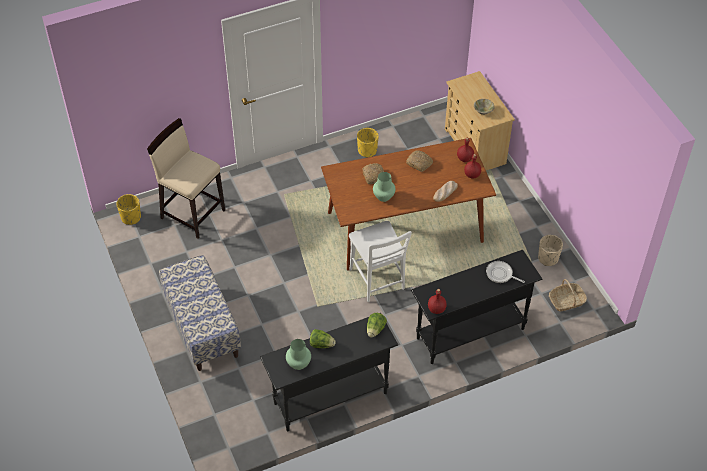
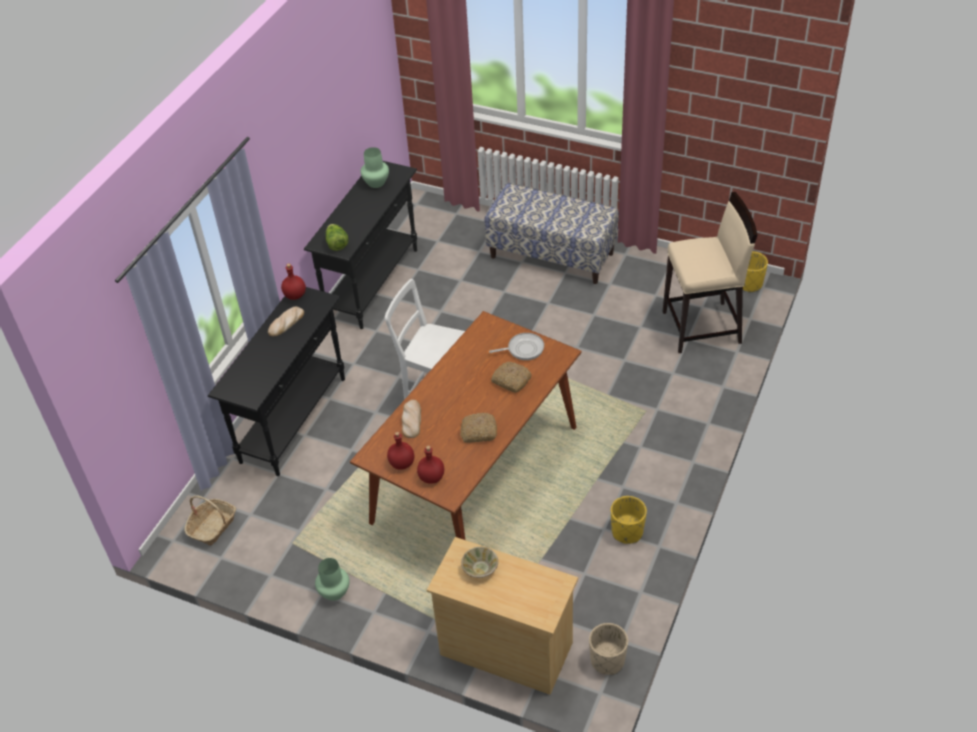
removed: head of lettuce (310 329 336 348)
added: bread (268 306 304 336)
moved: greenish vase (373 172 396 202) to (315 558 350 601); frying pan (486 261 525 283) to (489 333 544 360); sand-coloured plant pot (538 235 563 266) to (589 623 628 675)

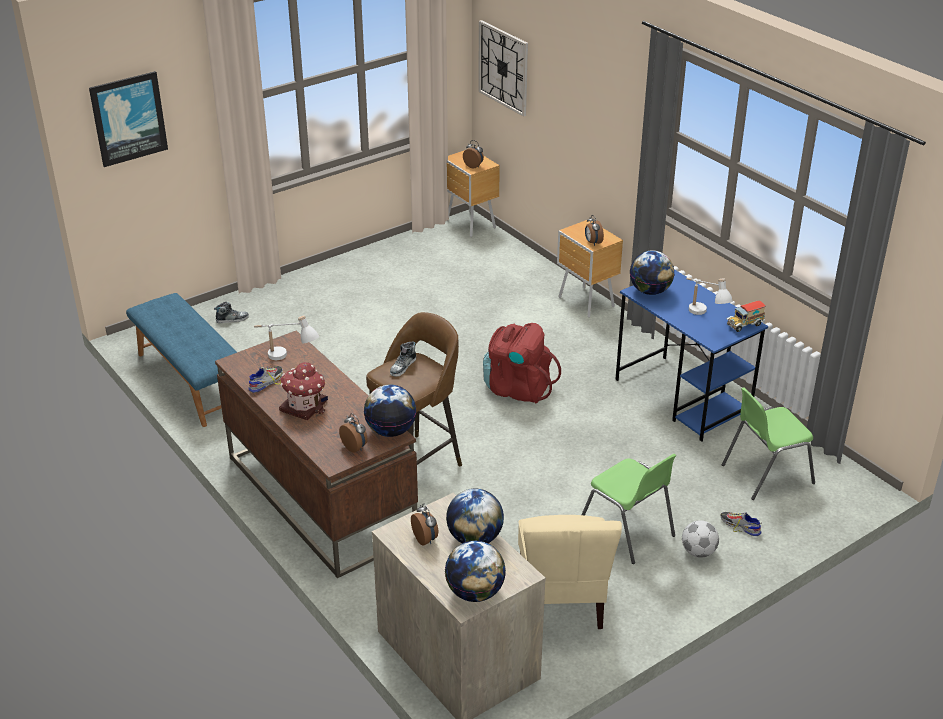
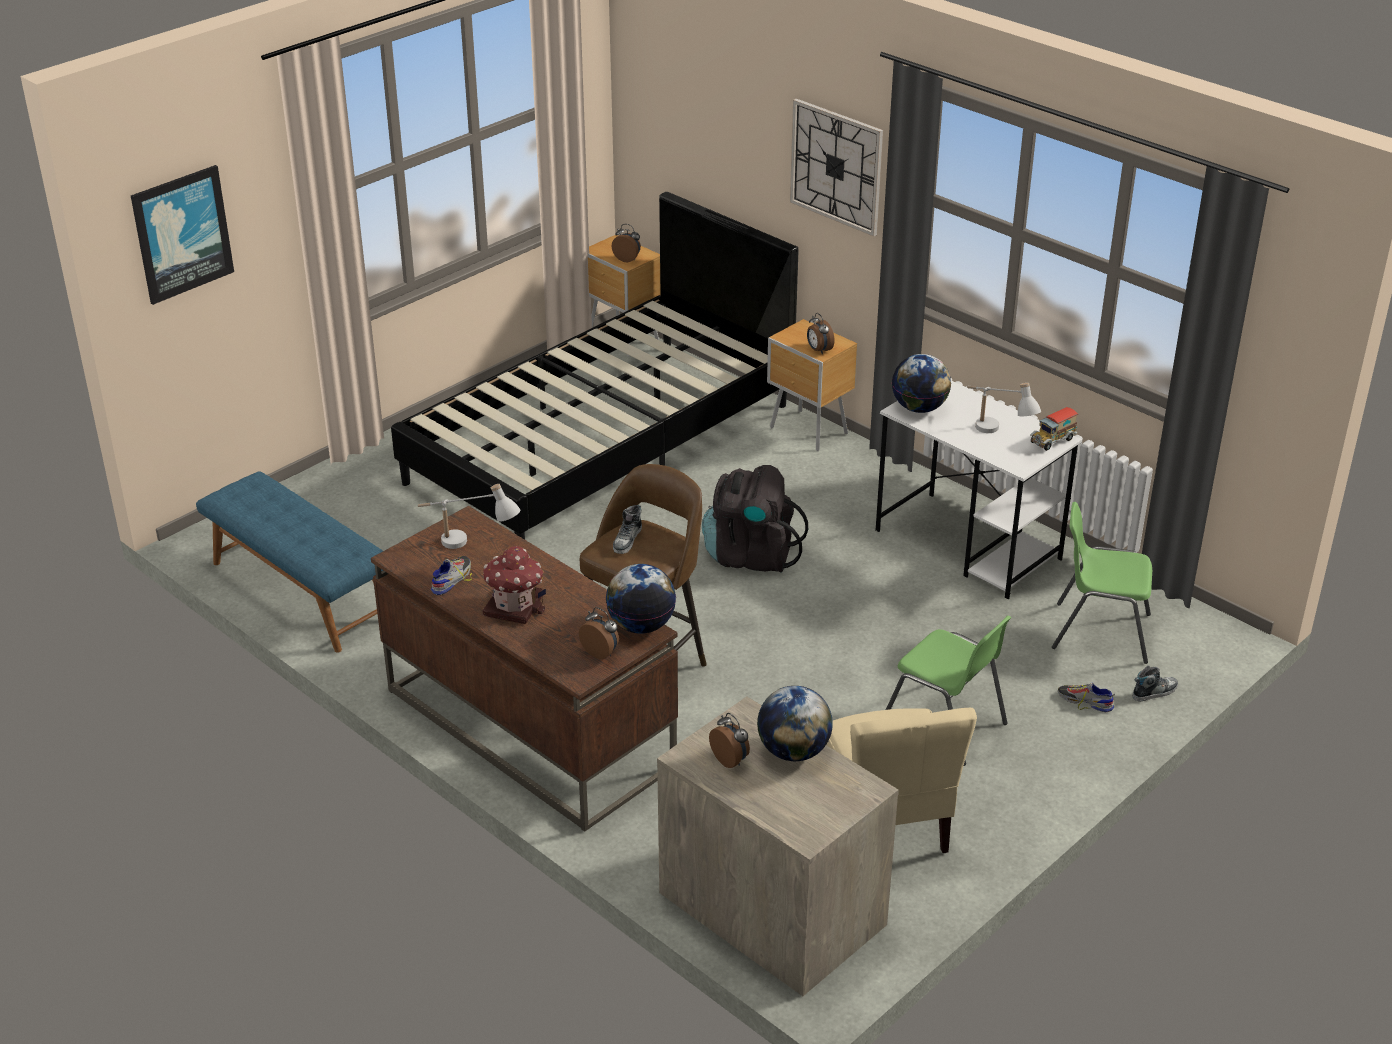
removed: world globe (445 540 506 602); ball for football (682 520 719 558)
added: black-coloured sleeping bed (391 192 799 540)
moved: low shoe (214 302 249 323) to (1133 666 1178 702); hanging clock (478 20 528 117) to (790 99 883 236)
recoloured: red-coloured rucksack (483 323 561 403) to black-coloured rucksack (702 465 808 572); blue desk unit (615 269 768 442) to whitish desk unit (876 381 1082 599)
turned: greenish chair (722 387 815 500) = (1052 502 1152 664) 45 degrees clockwise

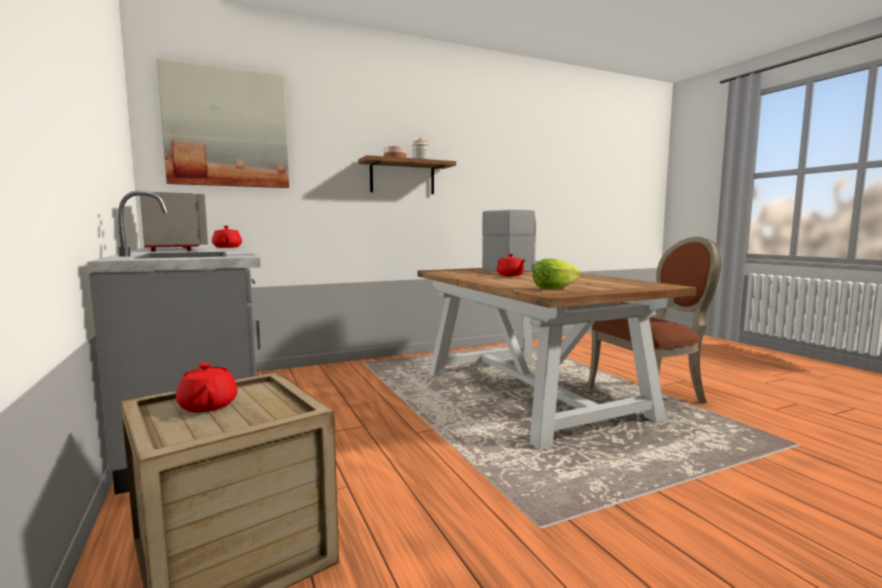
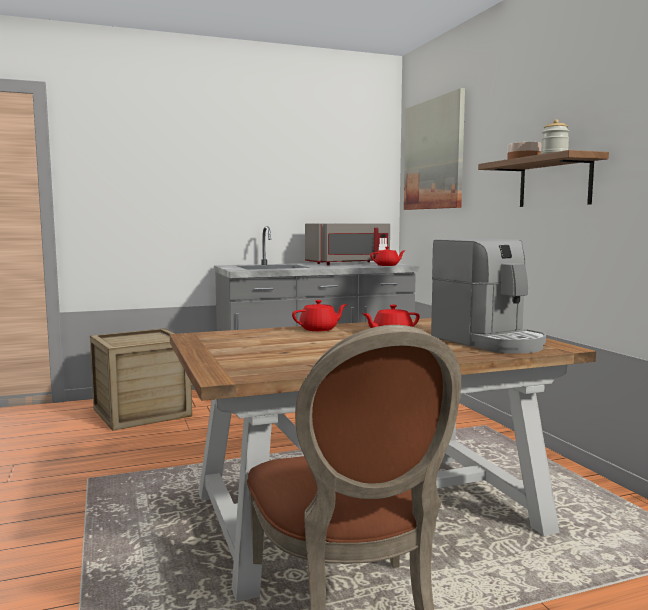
removed: head of lettuce (533 259 581 289)
moved: red-coloured tea pot (176 361 237 413) to (292 300 347 331)

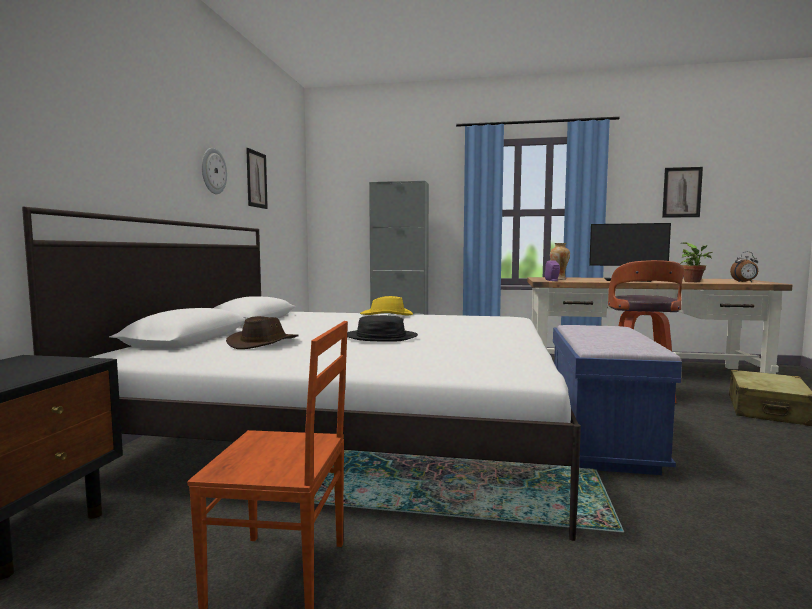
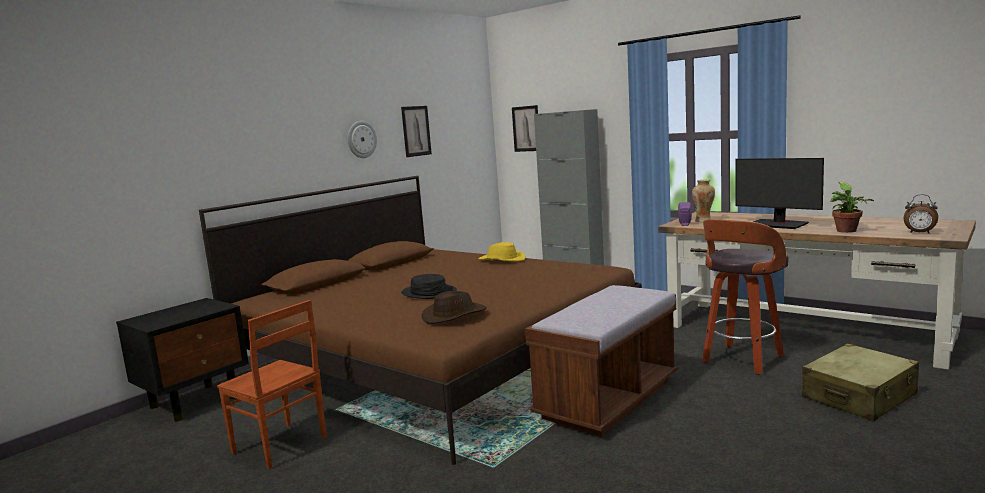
moved: brown clothing hat (226 316 299 349) to (422 291 487 324); picture (662 167 703 218) to (512 105 538 152)
recoloured: whitish sleeping bed (22 206 581 541) to brown sleeping bed (199 176 642 465); blue bench (553 325 682 475) to brown bench (525 285 678 437)

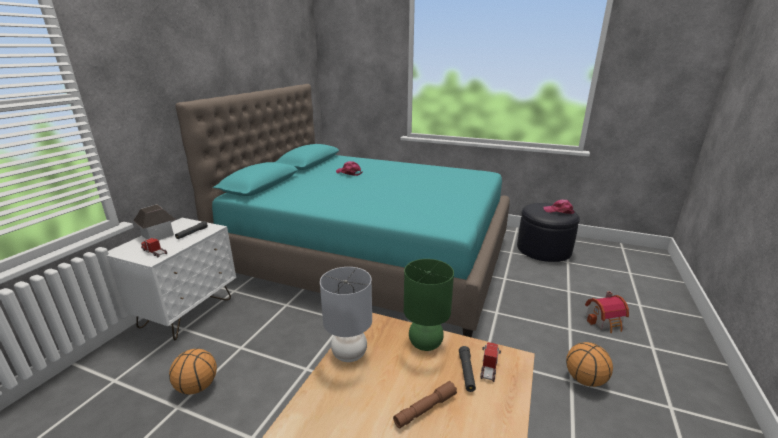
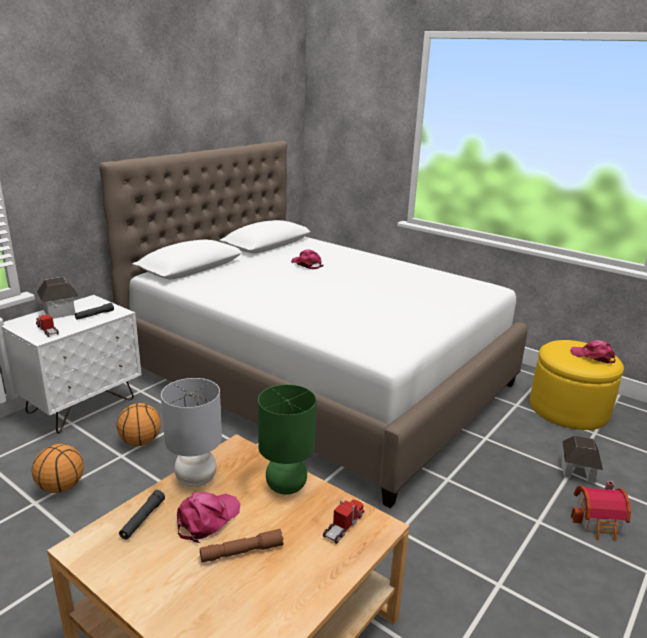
added: pink baseball cap (177 492 240 543); toy house (561 436 603 483)
moved: black-coloured hand torch (459 346 476 392) to (119 490 165 540); basketball (566 342 613 387) to (117 403 161 446)
recoloured: blue-green sleeping bed (175 84 510 337) to whitish sleeping bed (99 141 528 508); black-coloured pouffe (517 203 580 262) to yellowish pouffe (530 340 624 430)

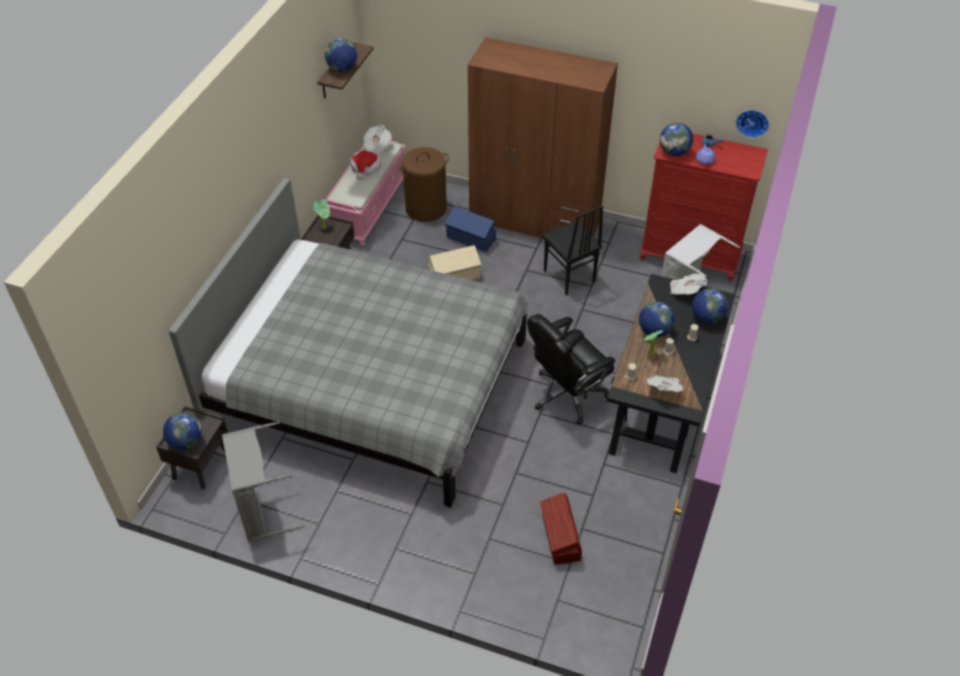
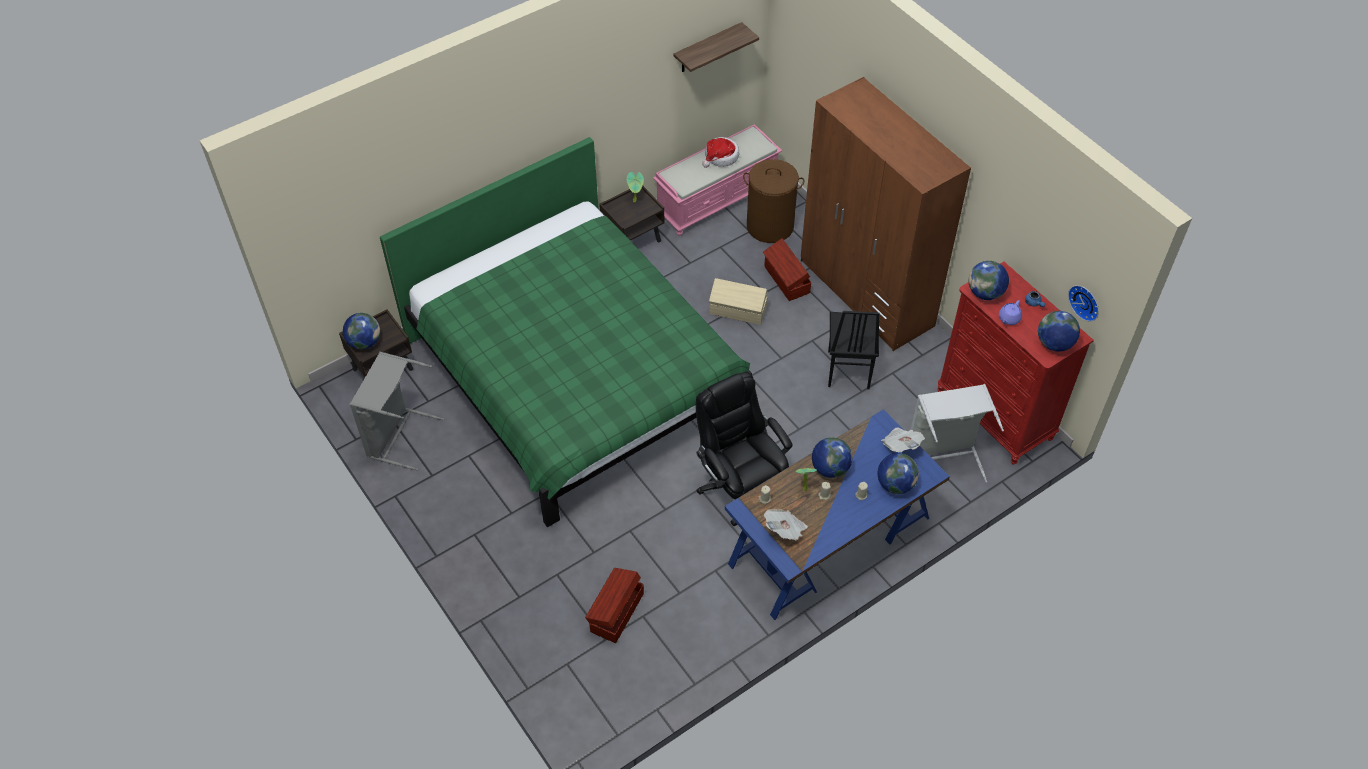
removed: printed paper (363 125 392 155)
moved: world globe (325 39 357 72) to (1038 311 1080 352)
recoloured: grey sleeping bed (169 178 528 507) to greenish sleeping bed (380 137 752 527); blue storage bin (445 206 496 252) to brown storage bin (763 238 811 301); black-coloured desk unit (607 274 735 473) to blue desk unit (725 409 950 620)
turned: black-coloured desk chair (528 314 615 425) = (696 372 793 526) 60 degrees clockwise

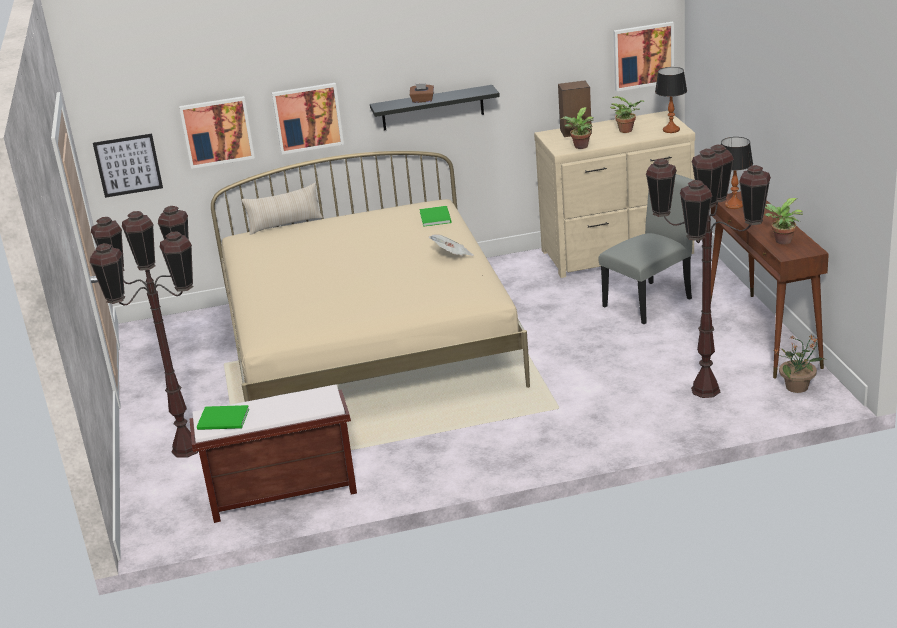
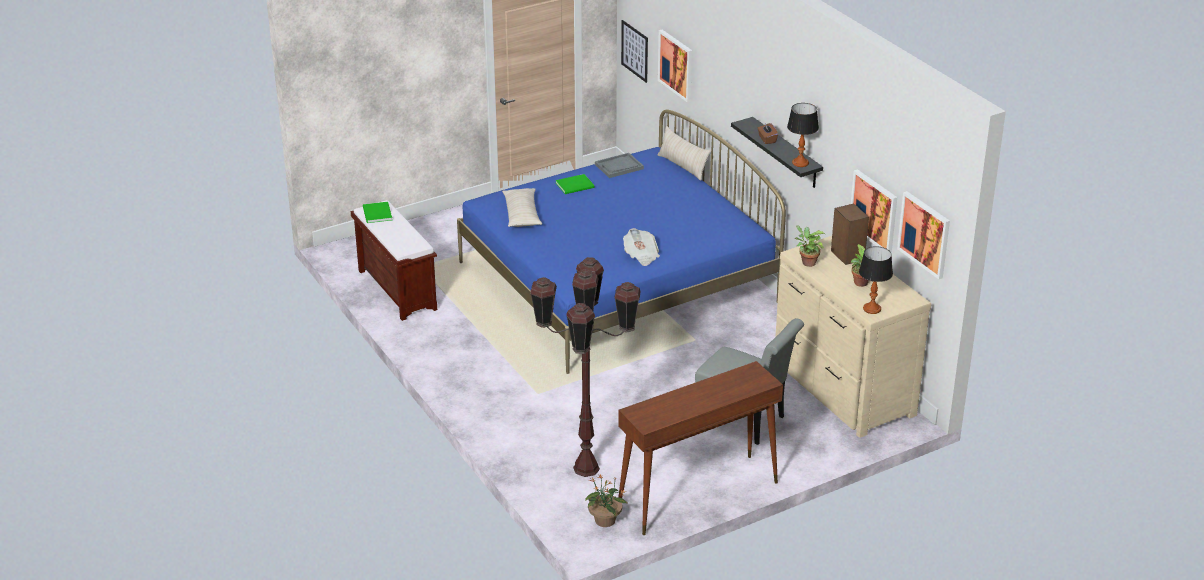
removed: brown standing lamp (90 206 199 458); potted plant (765 198 803 244)
added: sand-coloured pillow (502 188 542 227); grey tray (595 153 644 178)
moved: picture (272 83 344 154) to (851 169 897 253); greenish volume (419 206 451 227) to (556 174 594 194); lamp for a table (721 137 753 209) to (787 103 819 167)
recoloured: sand-coloured sleeping bed (211 151 530 402) to blue sleeping bed (457 110 786 374)

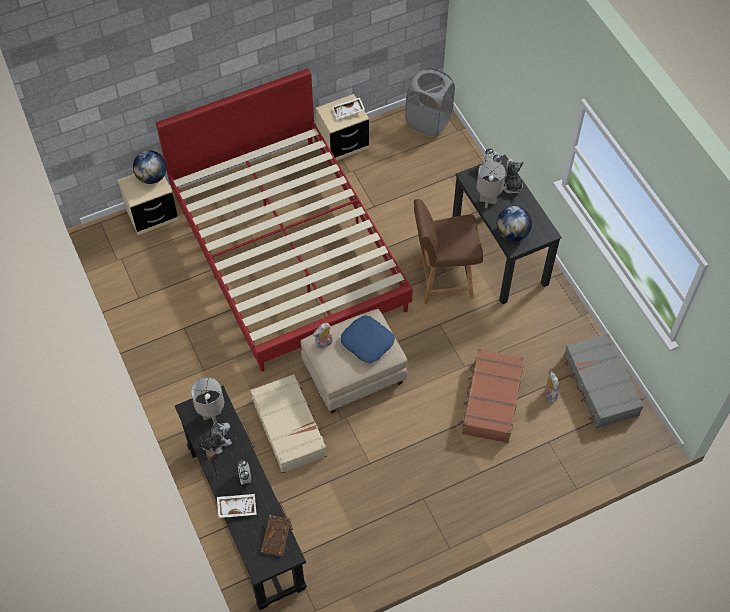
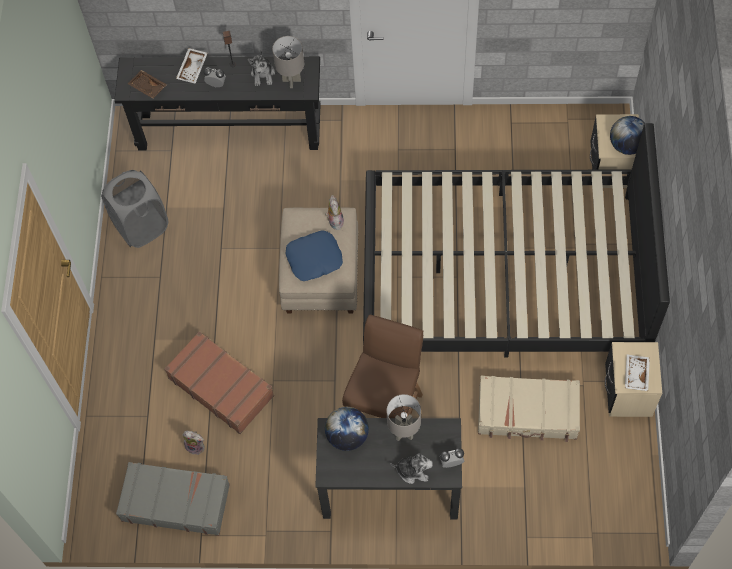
moved: sand-coloured suitcase (250 374 327 473) to (478 376 580 442); grey laundry basket (405 68 455 136) to (101 170 169 248)
recoloured: red-coloured sleeping bed (156 69 413 372) to black-coloured sleeping bed (363 123 670 357)

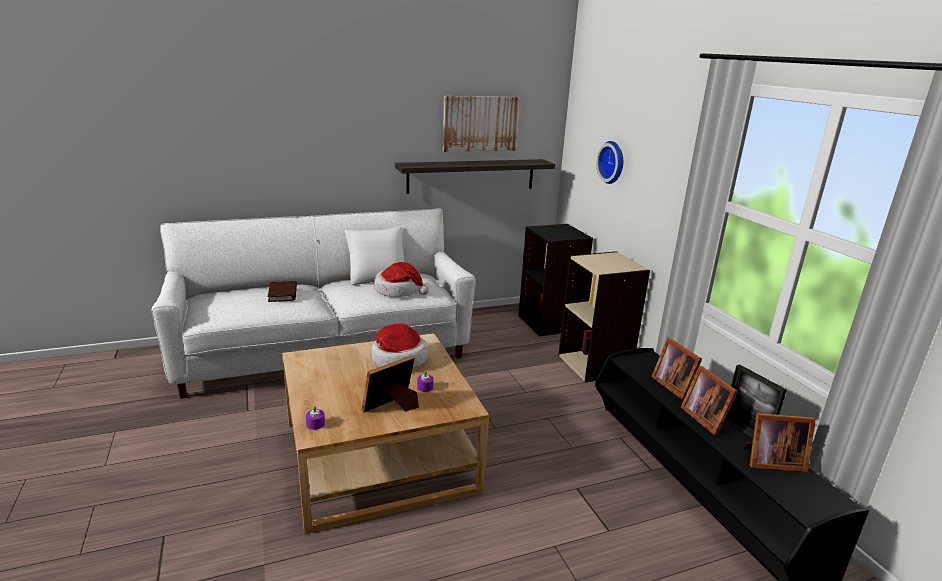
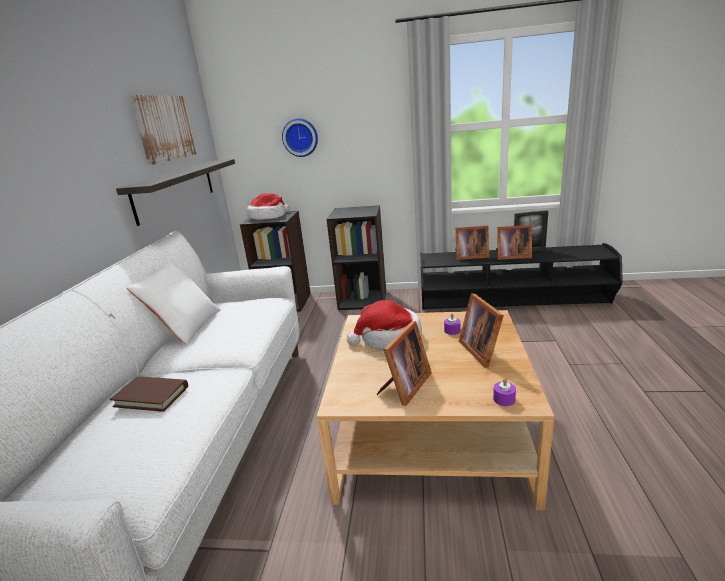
moved: clothing hat (374 262 429 297) to (247 193 289 219); picture frame (744 413 816 472) to (377 321 432 406)
recoloured: sand-coloured bookshelf (558 251 650 382) to black-coloured bookshelf (327 205 386 310)

